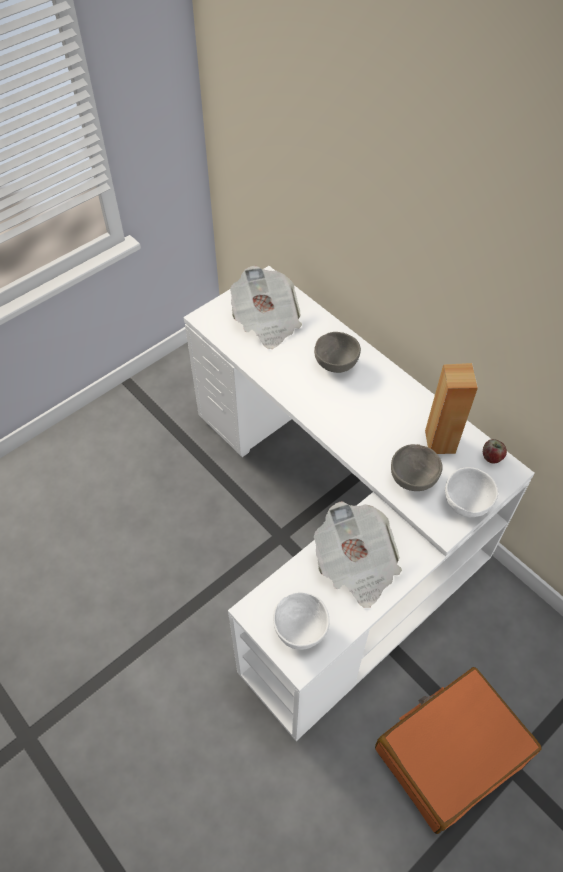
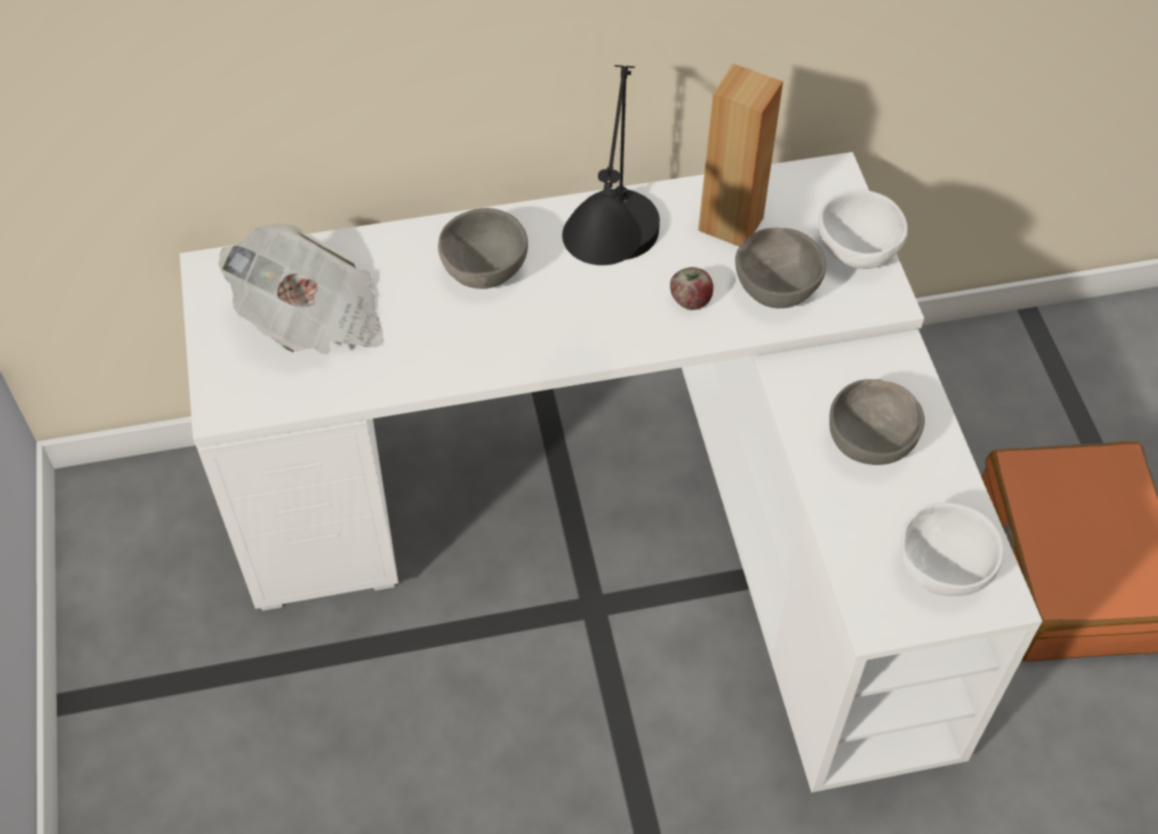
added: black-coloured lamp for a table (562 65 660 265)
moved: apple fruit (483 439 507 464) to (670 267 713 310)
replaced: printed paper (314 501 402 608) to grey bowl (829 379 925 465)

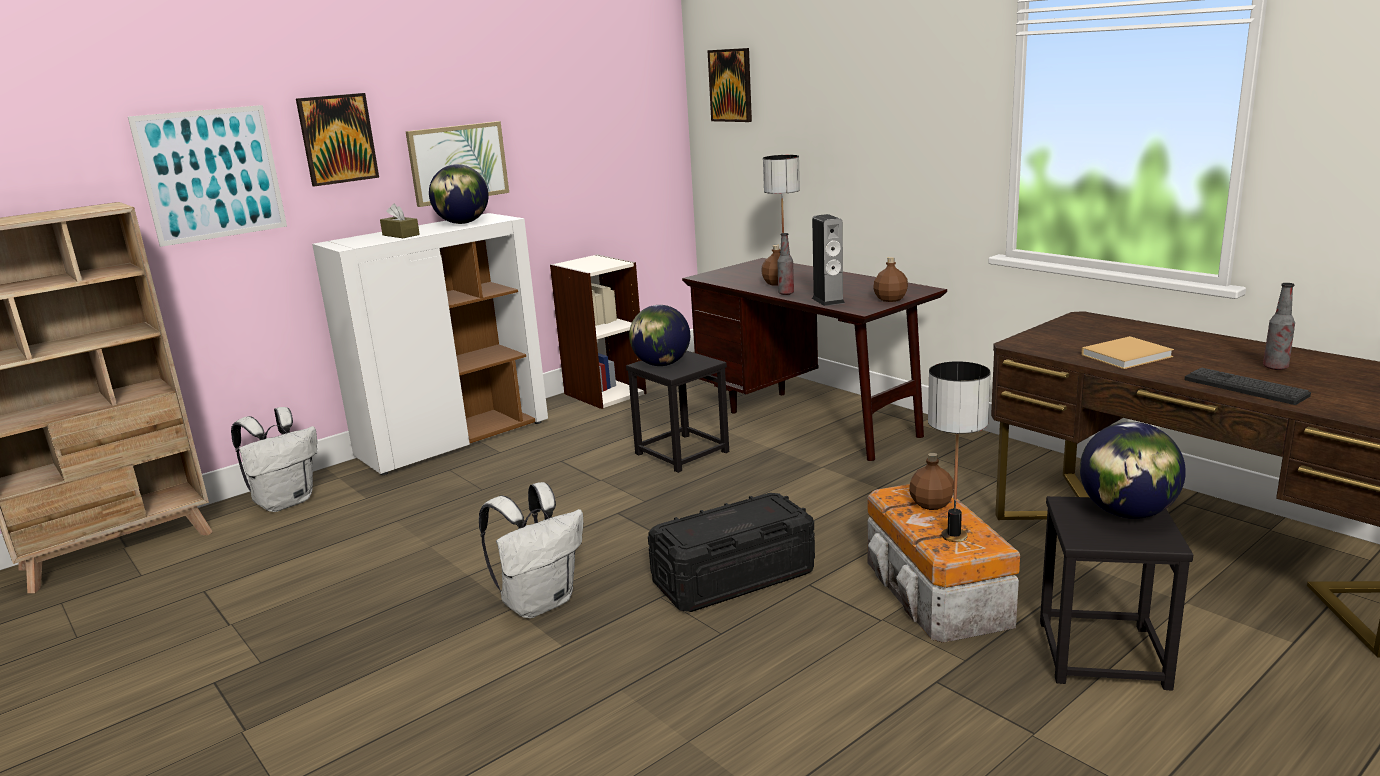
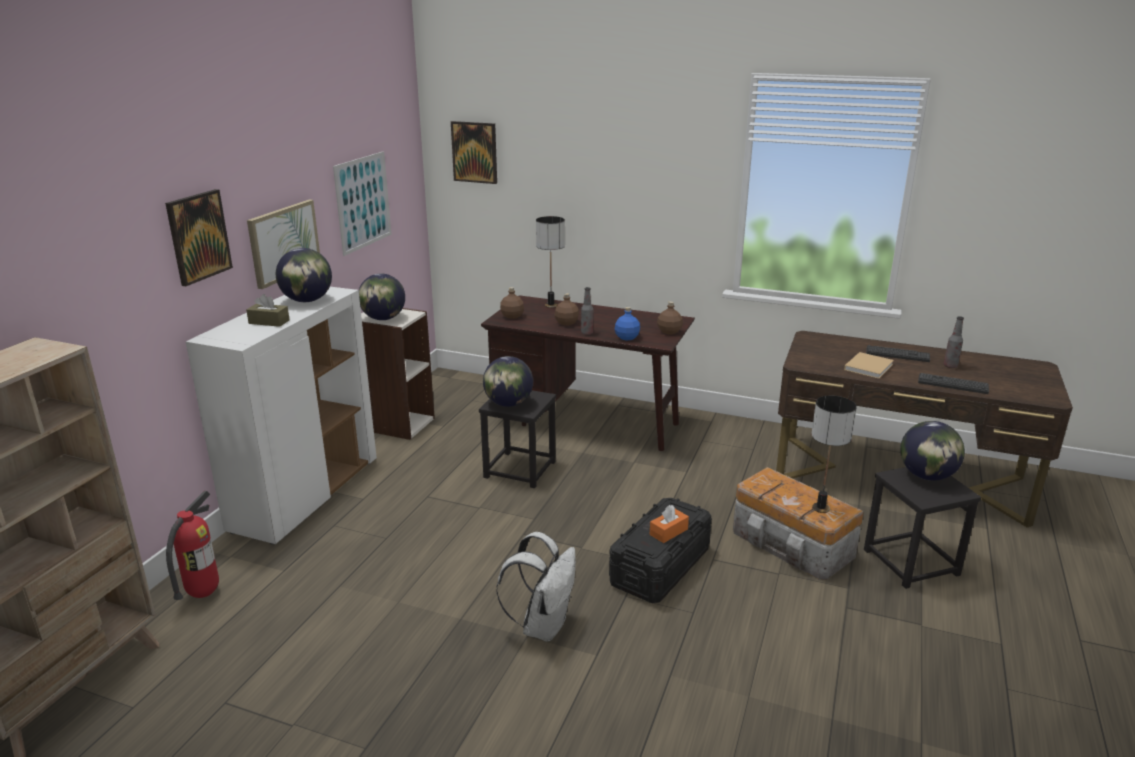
added: world globe (359 273 405 320); orangey tissue box (650 505 689 543); computer keyboard (866 345 930 362)
moved: picture (128 105 287 247) to (333 151 392 256); brown beverage bottle (909 453 954 510) to (500 287 524 319)
replaced: whitish rucksack (231 407 317 512) to fire-fighting cylinder (166 491 219 600); audio speaker (812 214 845 306) to blue beverage bottle (615 307 640 340)

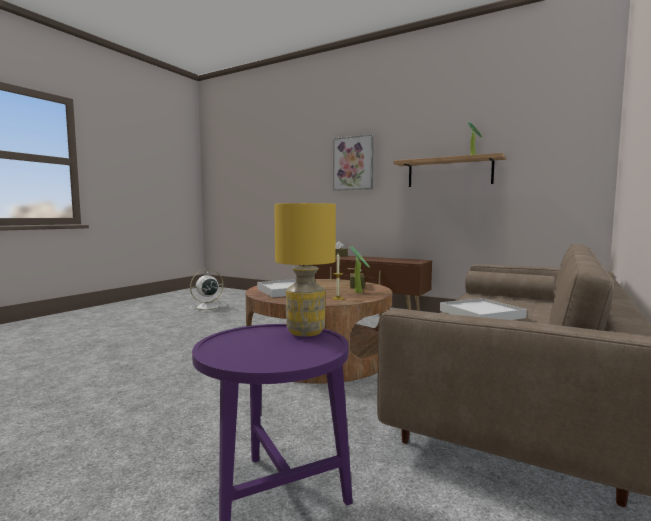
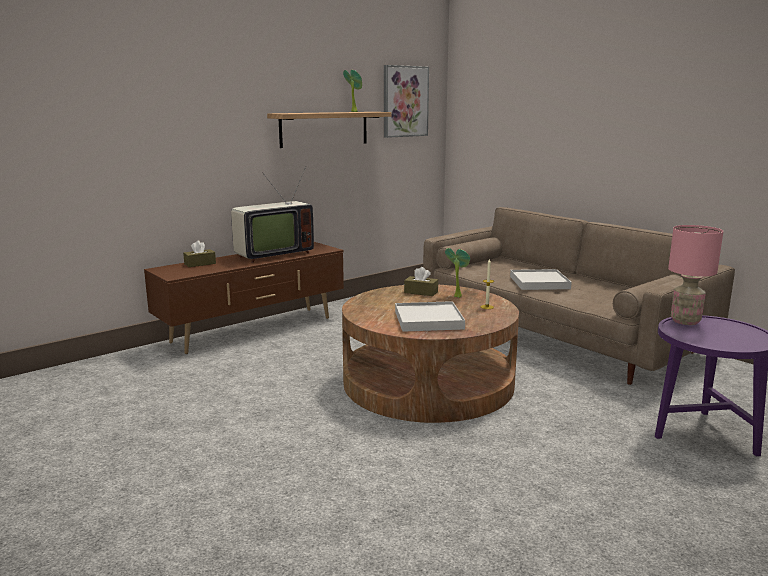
removed: whitish electric fan (190 269 227 312)
added: television (231 167 314 263)
moved: picture (333 134 374 191) to (384 65 429 138)
recoloured: yellowish lamp for a table (274 203 336 336) to pink lamp for a table (668 225 723 325)

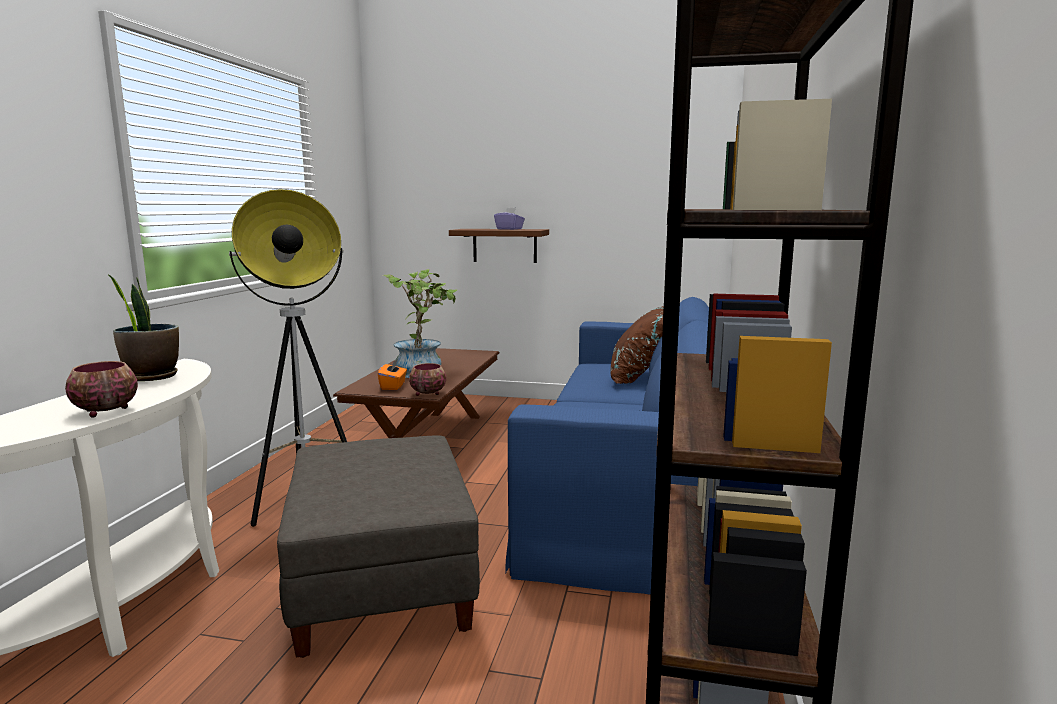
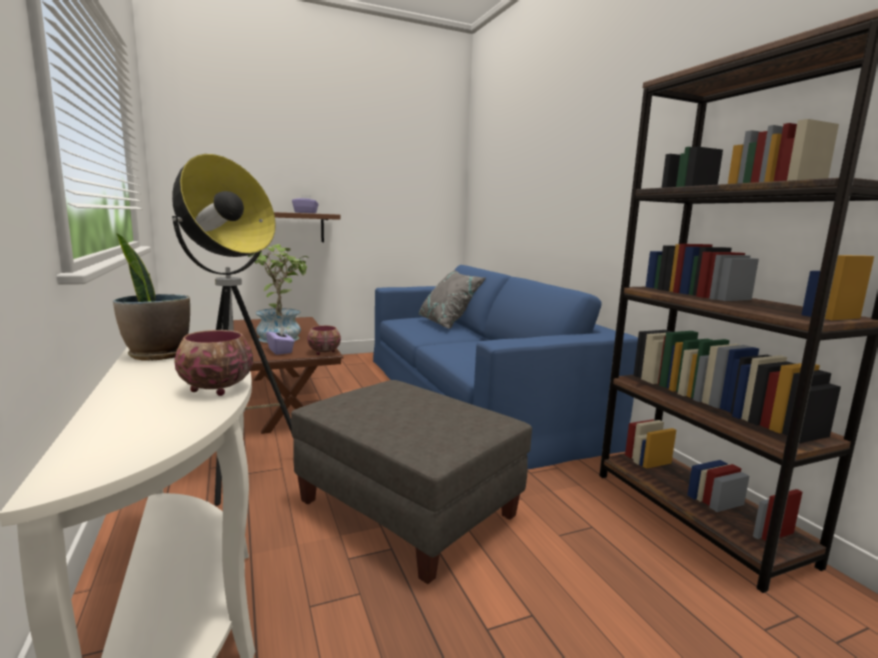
recoloured: orangey tissue box (378 359 407 390) to purplish tissue box (266 326 295 355); brown pillow (611 306 664 384) to grey pillow (419 270 485 329)

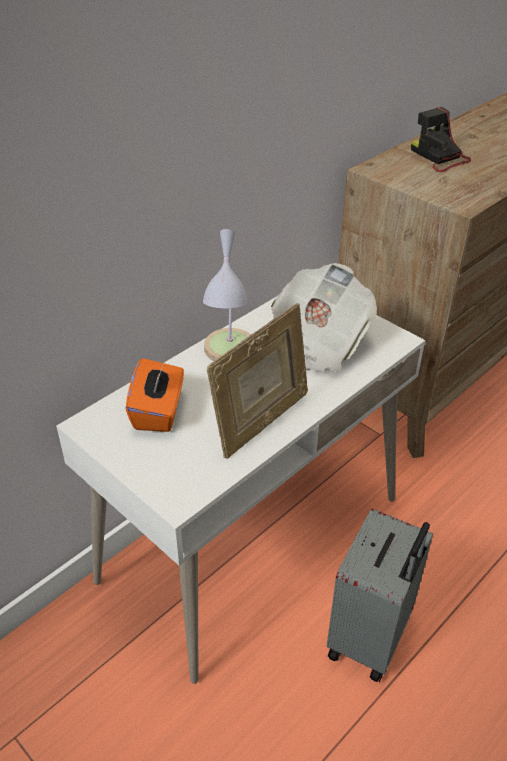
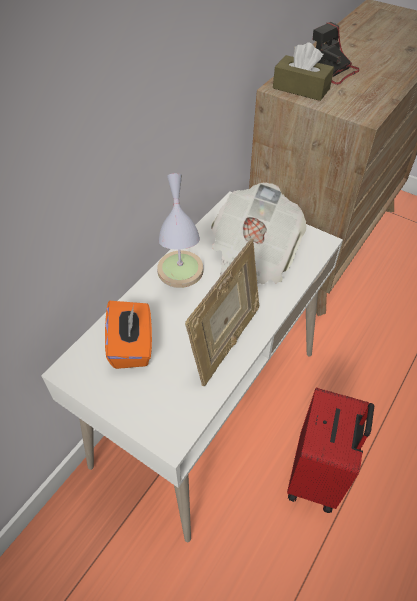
added: brown tissue box (273 42 334 101)
recoloured: grey suitcase (327 509 433 682) to red-coloured suitcase (287 388 374 513)

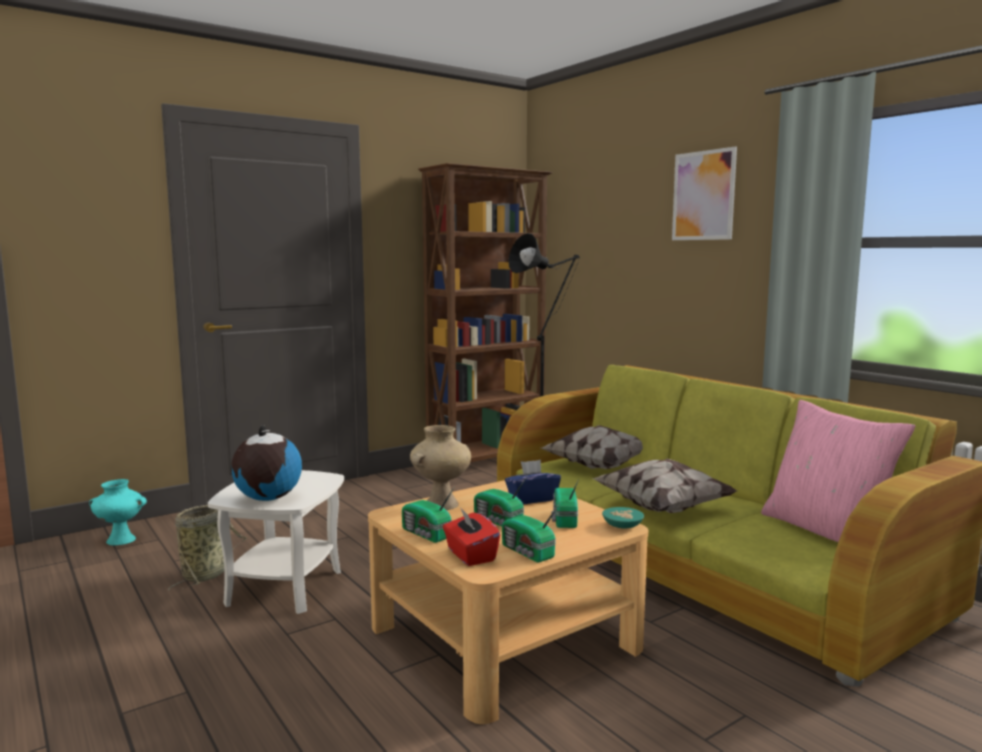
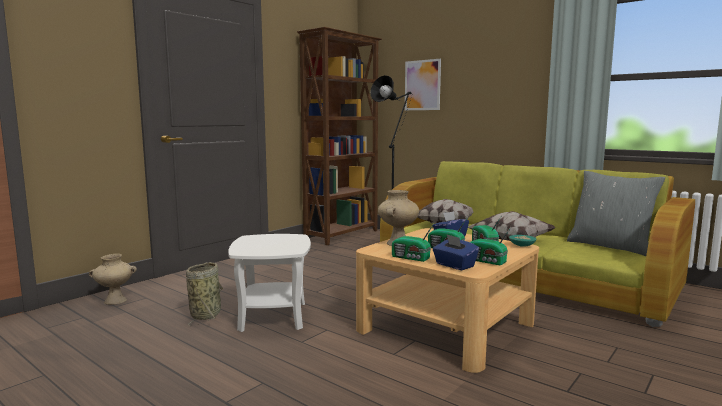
removed: world globe (231 425 302 501)
moved: picture (672 146 737 240) to (405 59 441 110)
recoloured: blue-green vase (89 479 147 545) to sand-coloured vase (89 253 137 305); red-coloured tissue box (443 507 500 566) to blue tissue box (433 234 479 270); pink pillow (761 400 915 542) to grey pillow (567 171 665 256)

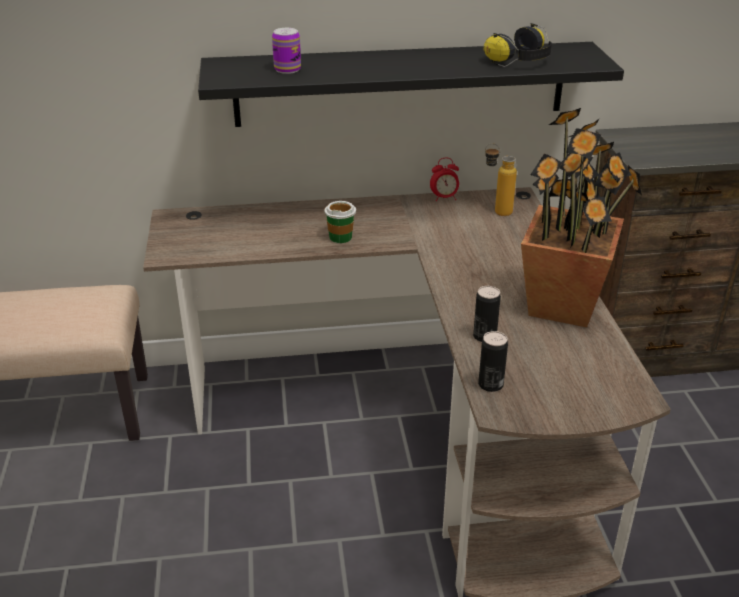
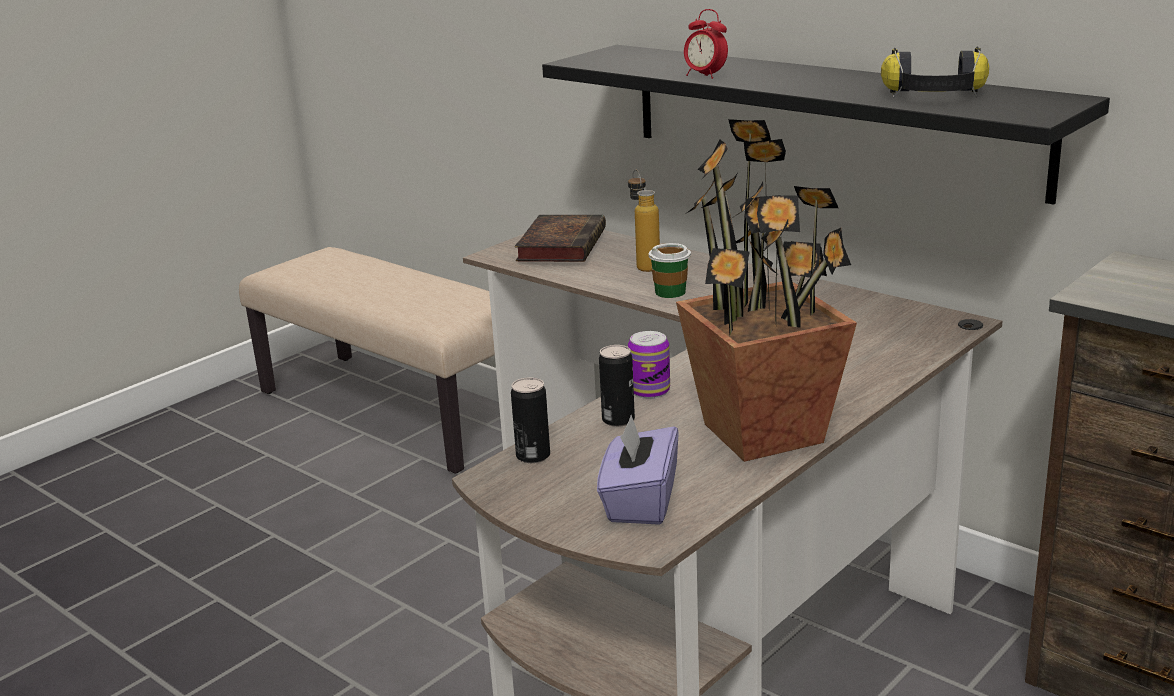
added: volume (515 215 606 262); purplish tissue box (597 415 679 525)
moved: can (272 28 301 74) to (628 331 670 399); alarm clock (430 158 459 202) to (684 9 728 79); beverage bottle (485 143 517 216) to (628 169 660 272)

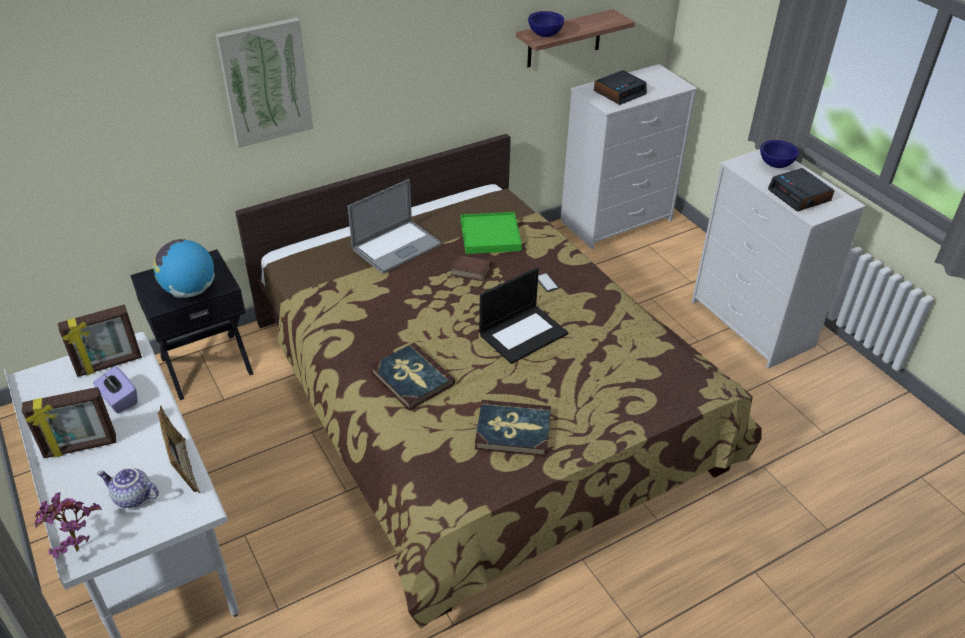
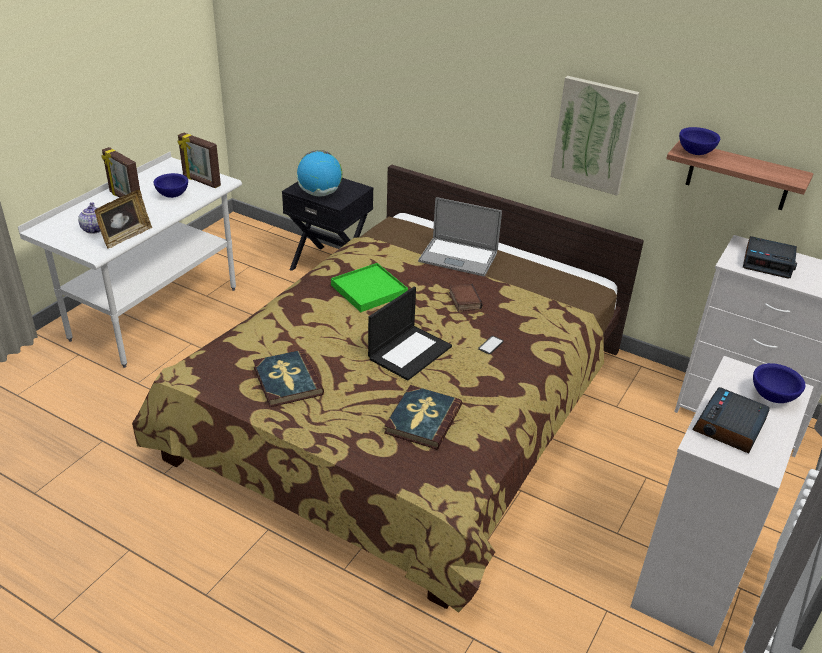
removed: potted plant (34 492 102 558)
moved: picture (215 17 313 148) to (551 76 639 196); volume (370 343 455 410) to (384 385 462 449); greenish tray (461 212 522 254) to (331 263 408 312)
replaced: purplish tissue box (93 366 138 413) to blue bowl (154 173 188 198)
turned: laptop (479 267 568 364) = (368 287 452 381) 75 degrees counterclockwise

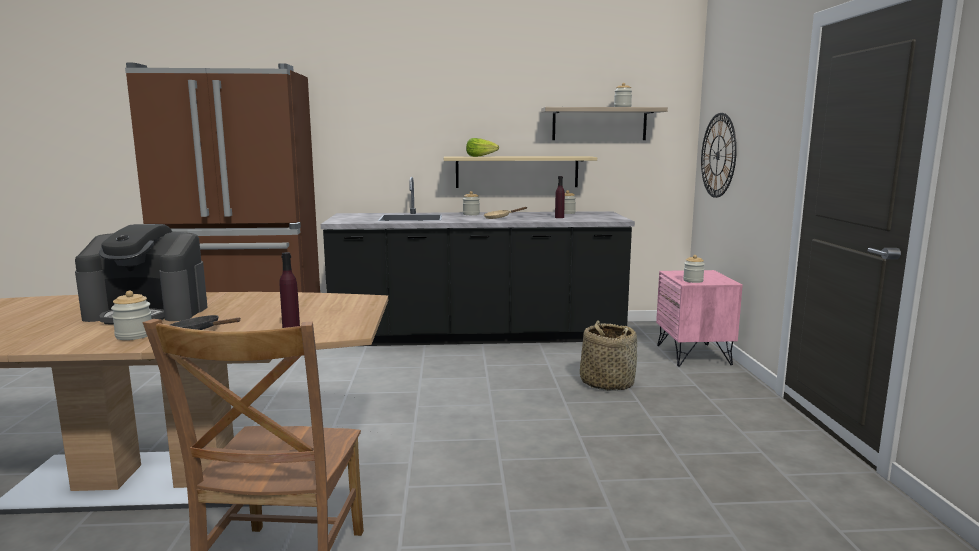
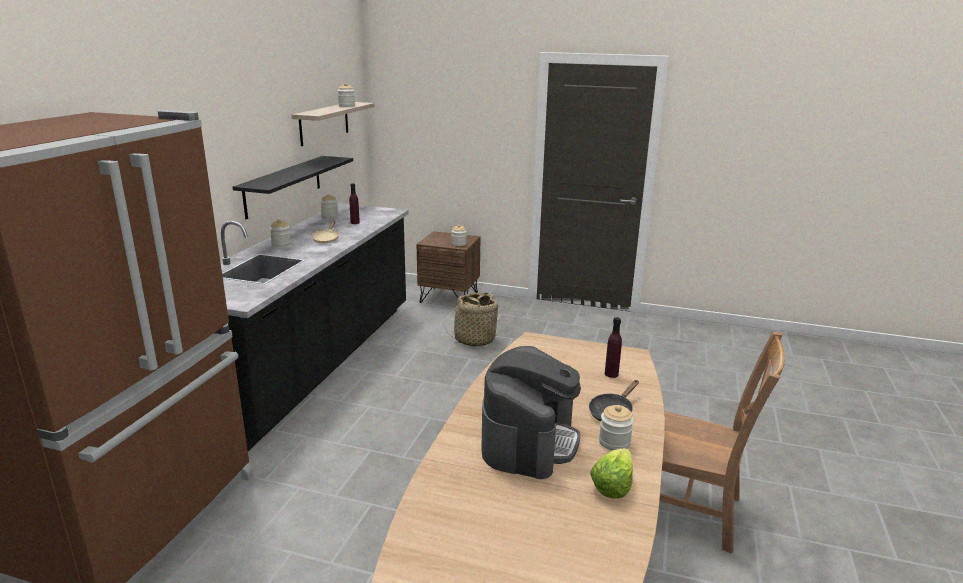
removed: hanging clock (701 113 737 198)
moved: head of lettuce (466 138 499 157) to (590 448 633 499)
recoloured: sand-coloured bracket shelf (444 156 597 188) to black-coloured bracket shelf (233 156 353 219); pink bedside table (656 270 743 367) to brown bedside table (417 231 481 303)

